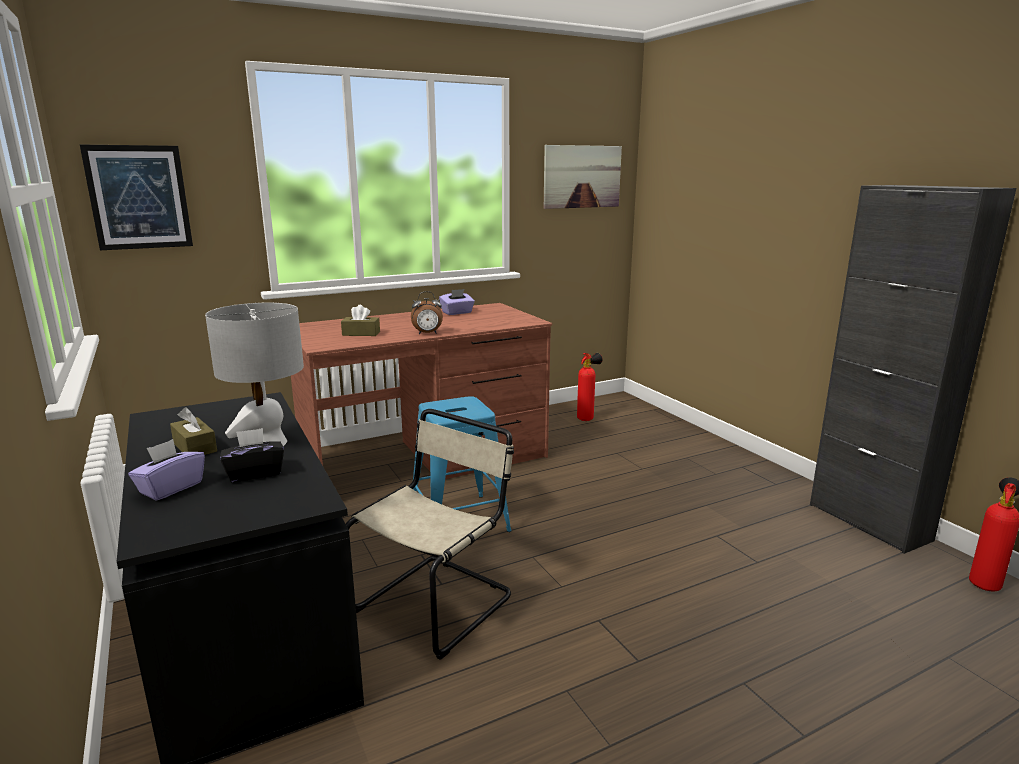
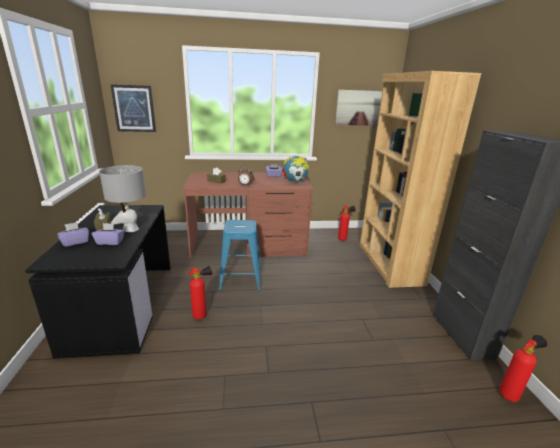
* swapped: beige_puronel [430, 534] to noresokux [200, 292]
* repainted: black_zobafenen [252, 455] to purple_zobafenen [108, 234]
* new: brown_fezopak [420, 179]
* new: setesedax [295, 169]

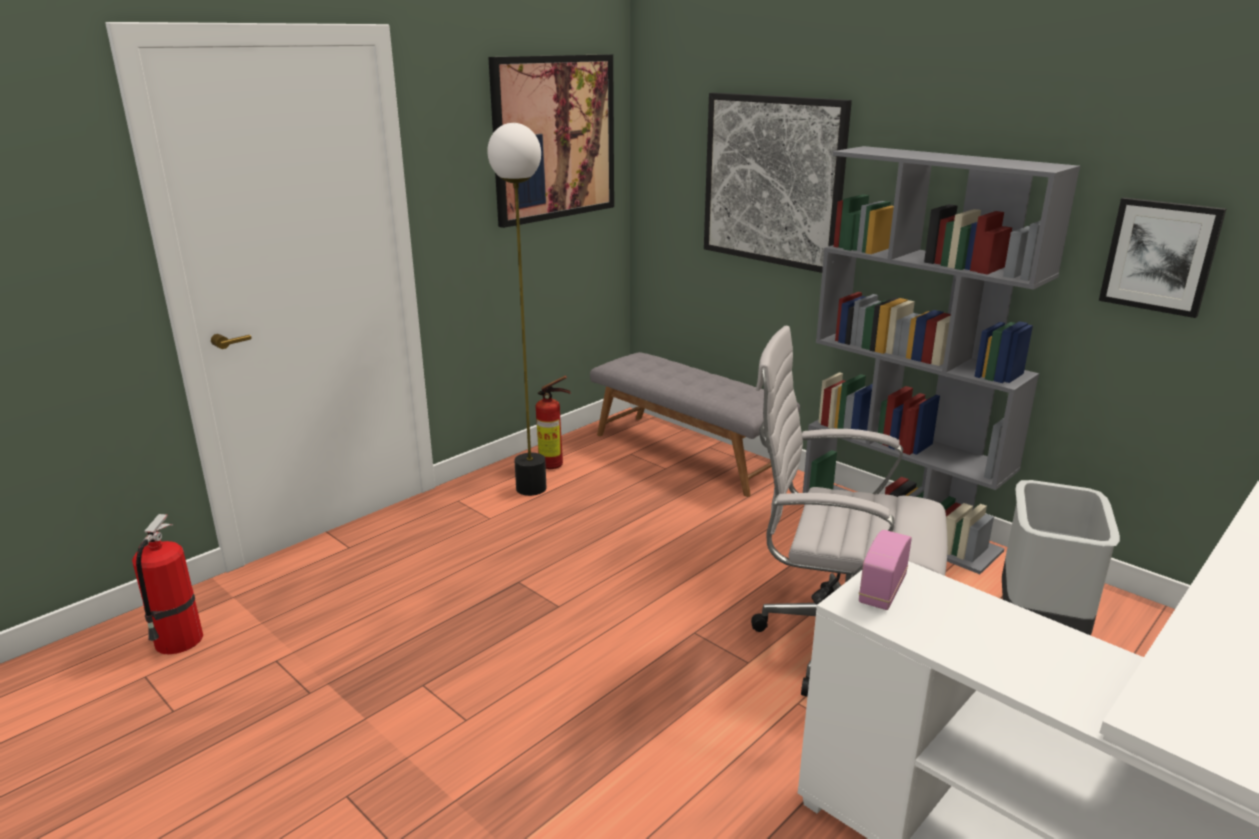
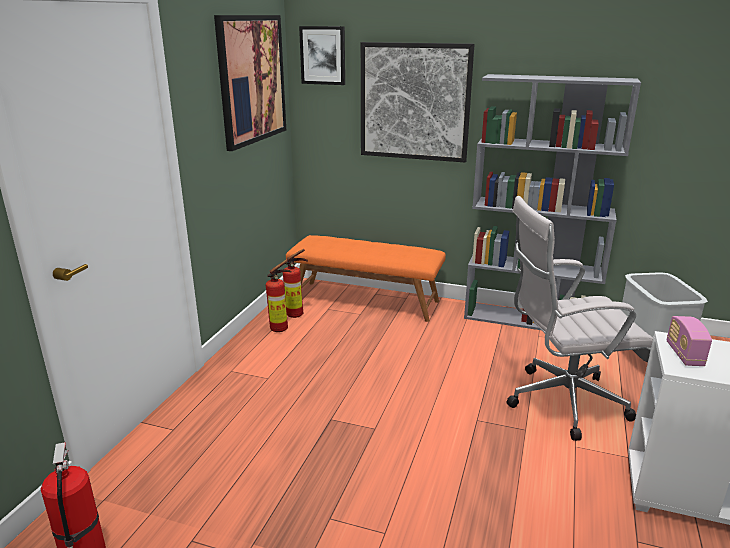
* gone: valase [517, 309]
* shifted: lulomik [1162, 257] to [322, 55]
* repainted: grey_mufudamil [695, 424] to orange_mufudamil [366, 278]
* new: noresokux [295, 283]

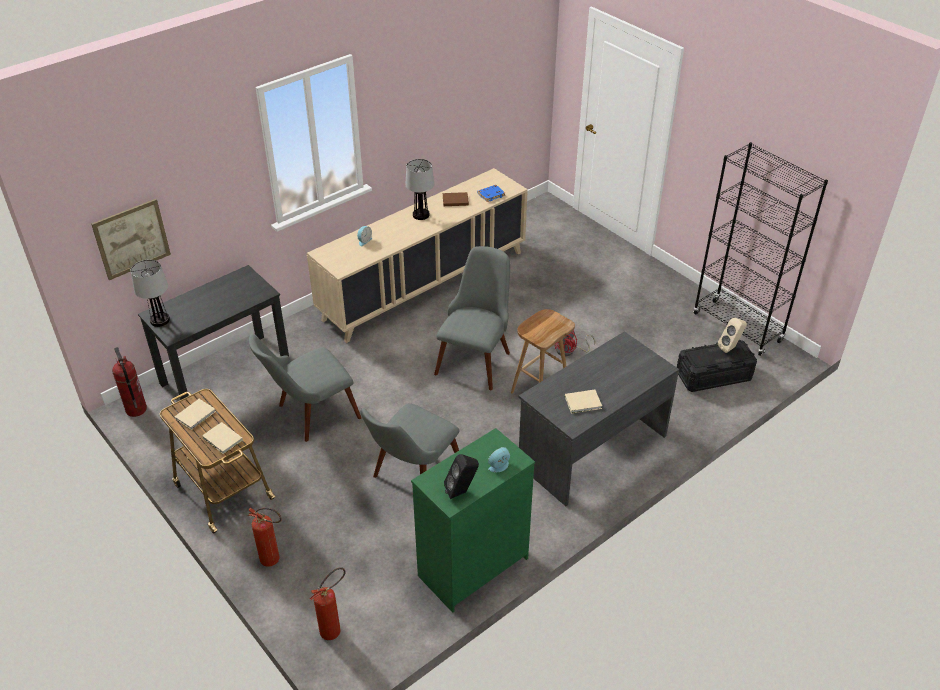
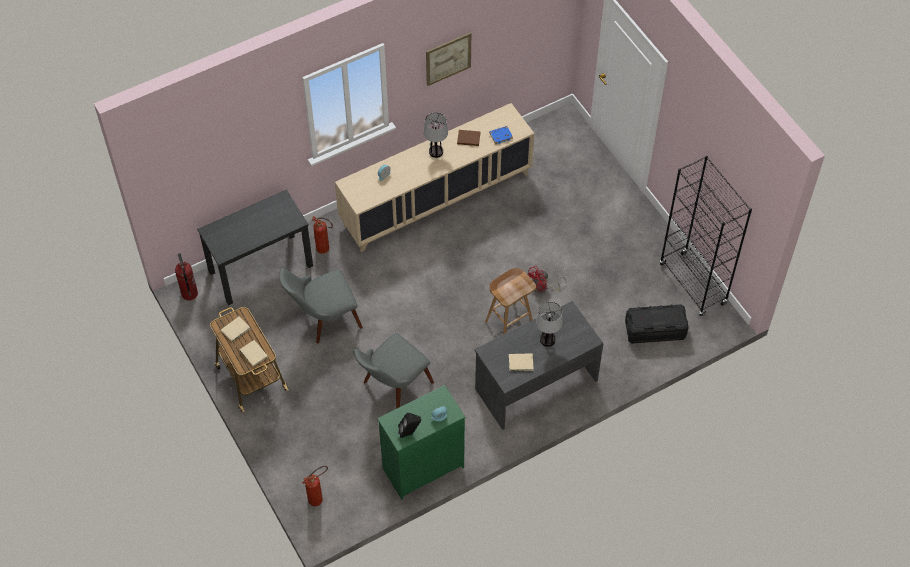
* shifted: lulomik [131, 239] to [448, 59]
* gone: grey_puronel [472, 318]
* shifted: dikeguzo [150, 293] to [549, 324]
* gone: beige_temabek [732, 335]
* shifted: noresokux [265, 537] to [322, 235]

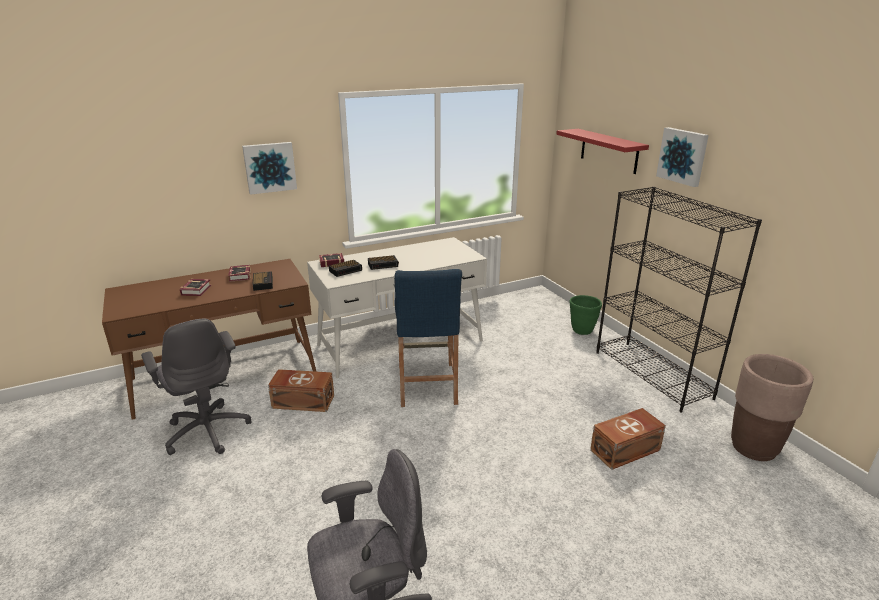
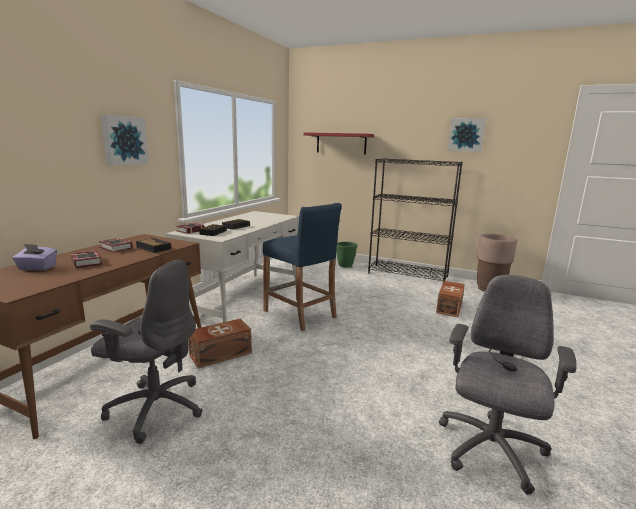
* shifted: lulomik [682, 157] to [467, 135]
* new: purple_zobafenen [34, 257]

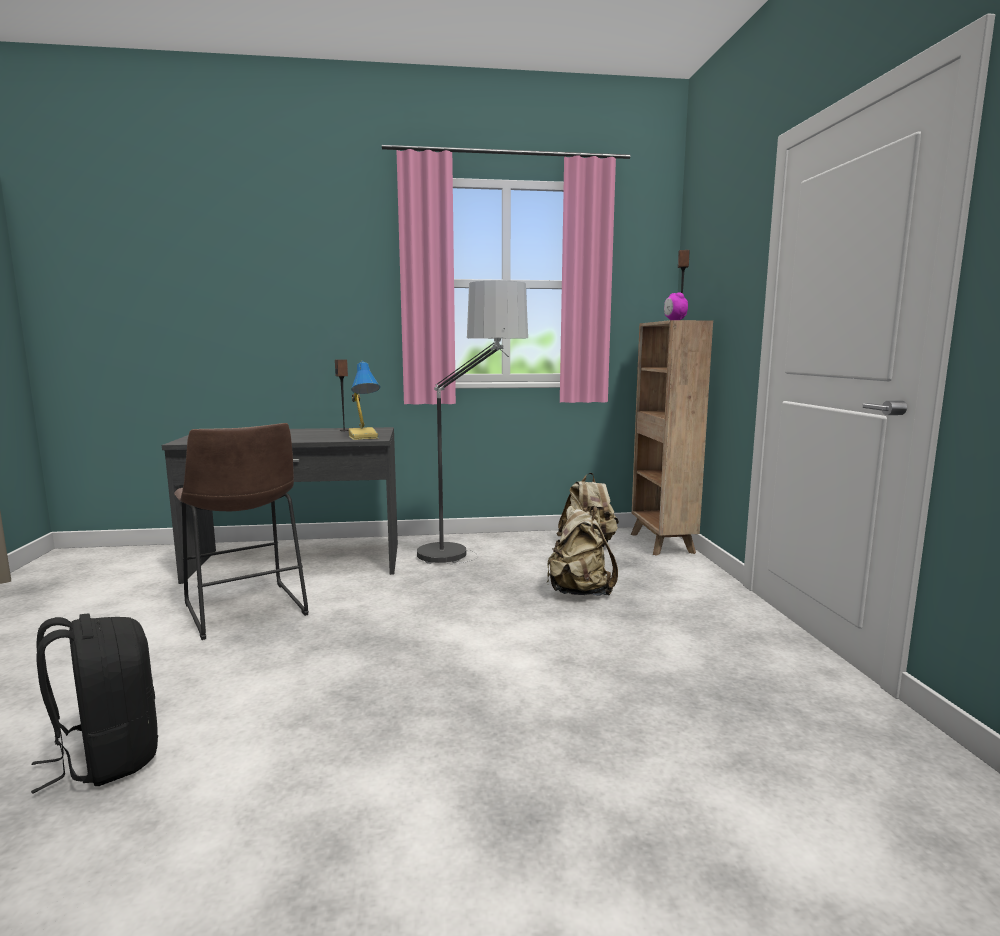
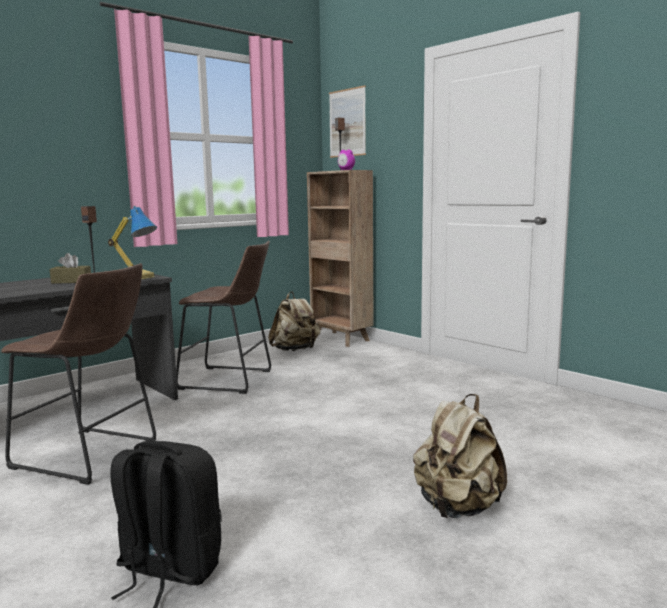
* swapped: valase [472, 422] to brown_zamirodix [223, 317]
* shifted: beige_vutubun [582, 551] to [460, 456]
* new: lulomik [347, 121]
* new: brown_zobafenen [70, 268]

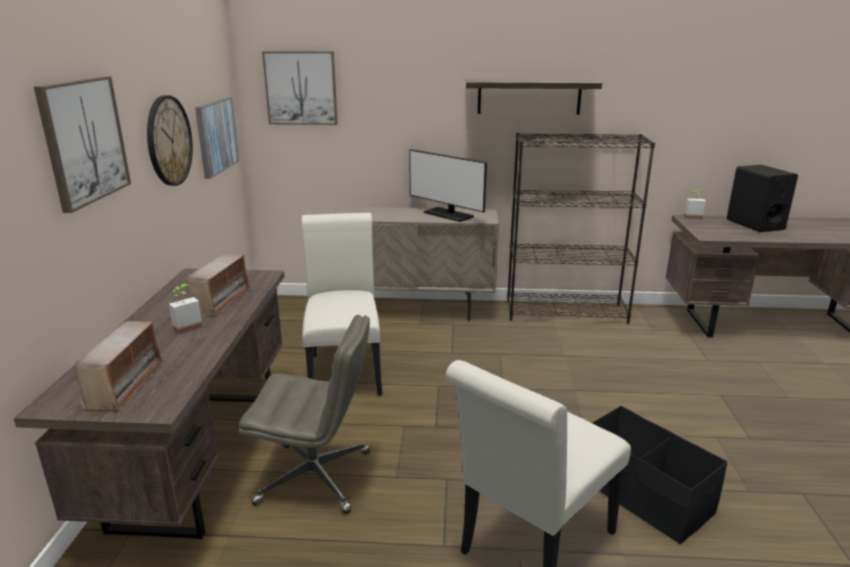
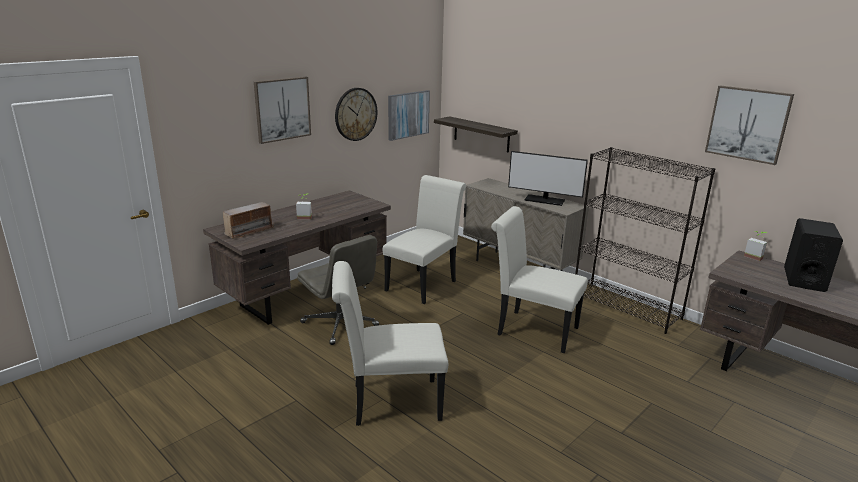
* shifted: lulomik [300, 88] to [749, 125]
* shifted: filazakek [534, 97] to [476, 134]
* rotated: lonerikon [448, 185] = [548, 178] 60 degrees counterclockwise
* gone: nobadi [219, 284]
* gone: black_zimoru [660, 475]
* new: white_puronel [539, 279]

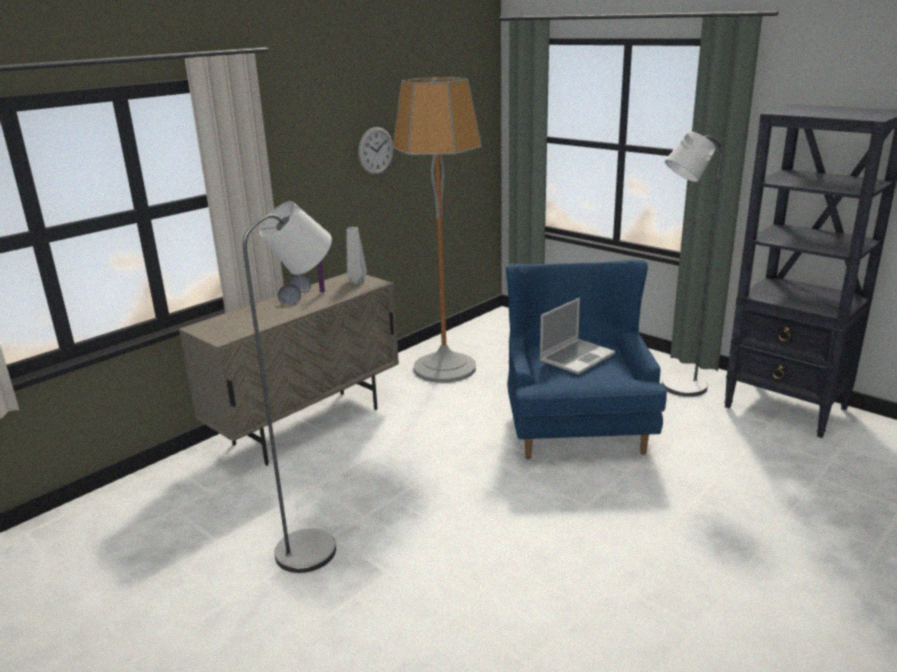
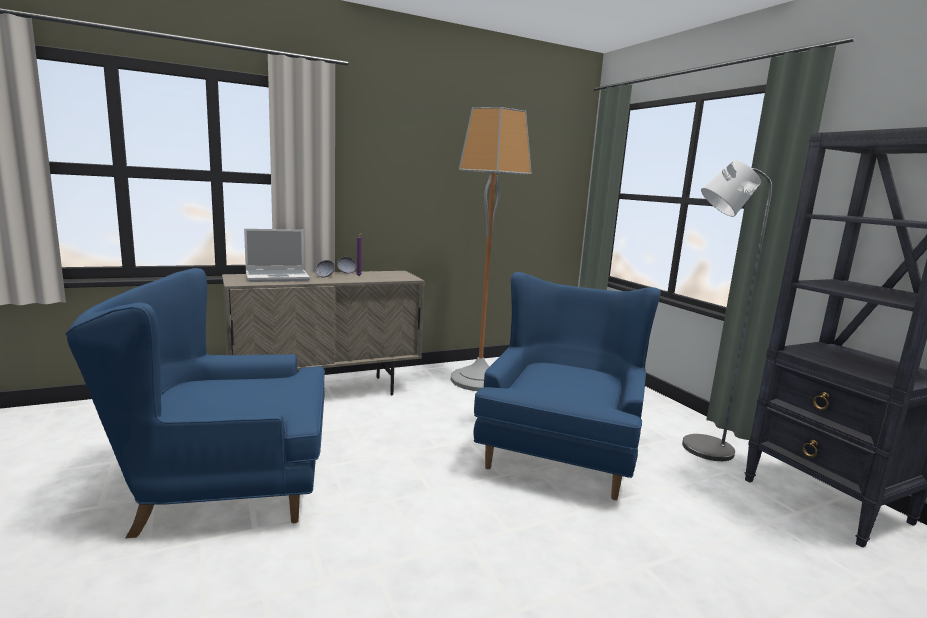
* gone: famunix [375, 151]
* swapped: grey_valase [289, 387] to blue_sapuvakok [195, 403]
* gone: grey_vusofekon [357, 255]
* shifted: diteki [577, 336] to [277, 255]

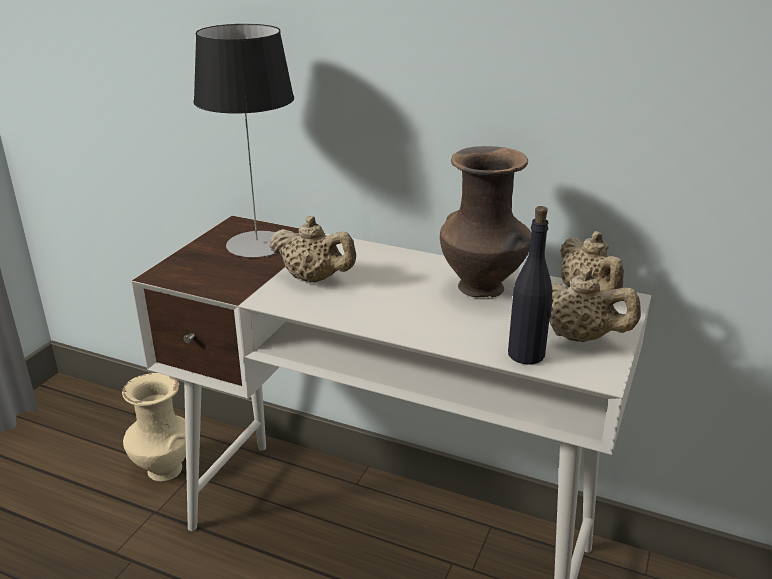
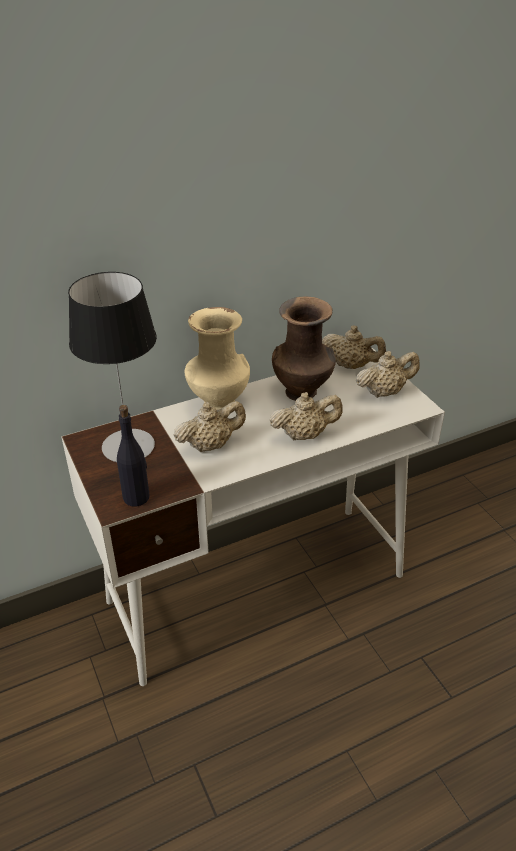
* shifted: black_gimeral [530, 285] to [133, 455]
* shifted: beige_vusofekon [154, 427] to [217, 358]
* new: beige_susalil [306, 416]

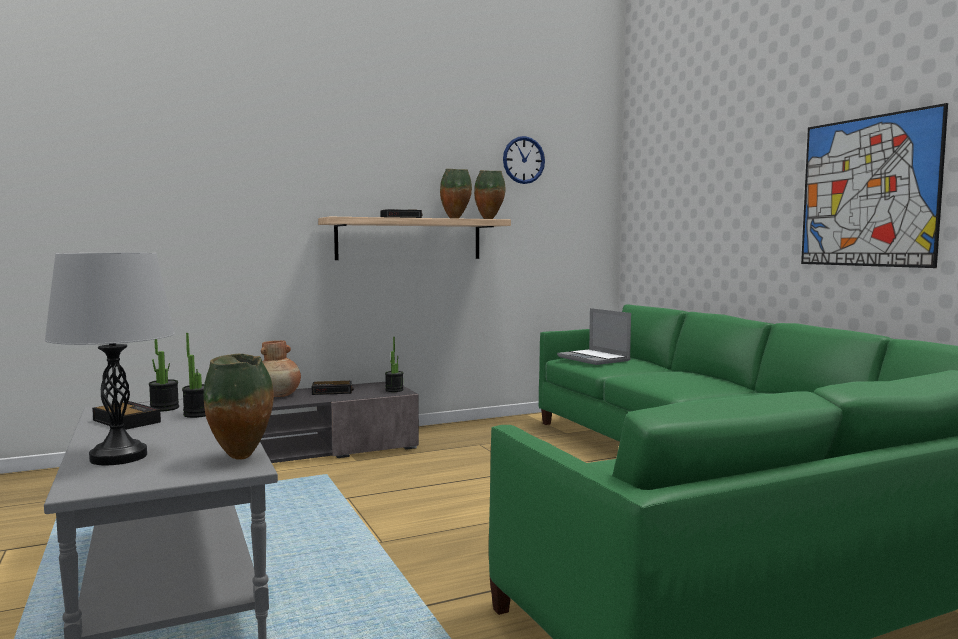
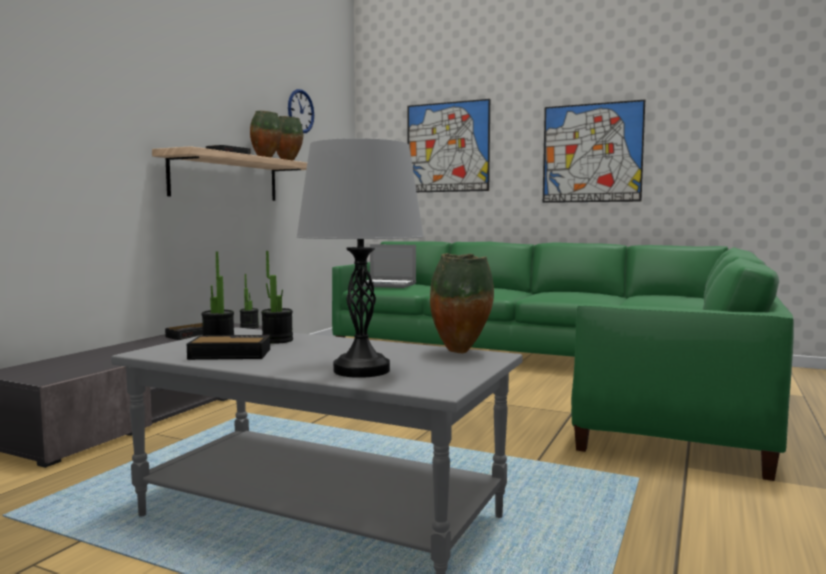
* gone: brown_vusofekon [281, 368]
* new: lulomik [449, 145]

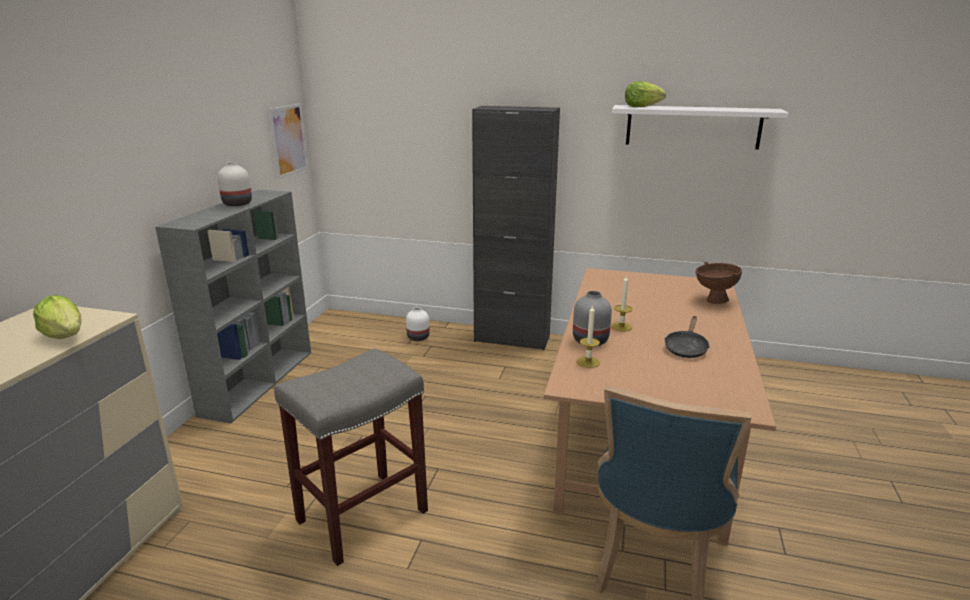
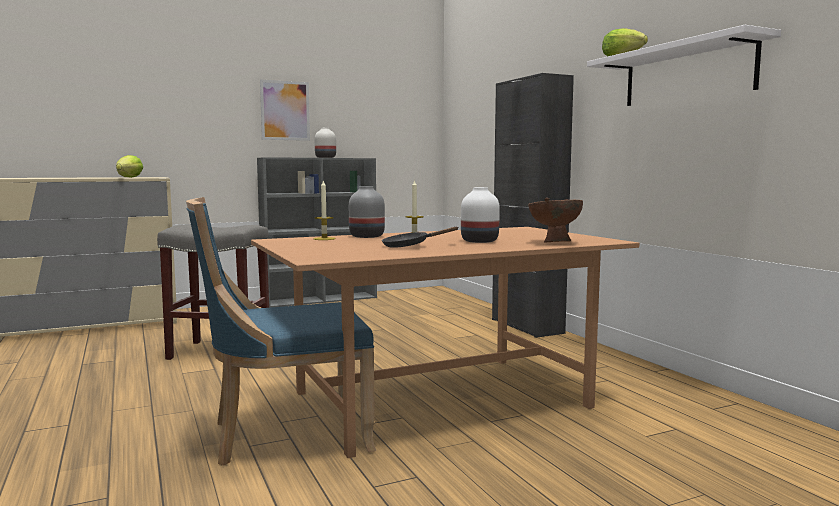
* shifted: lulomik [288, 141] to [285, 110]
* shifted: white_vusofekon [418, 324] to [480, 215]

